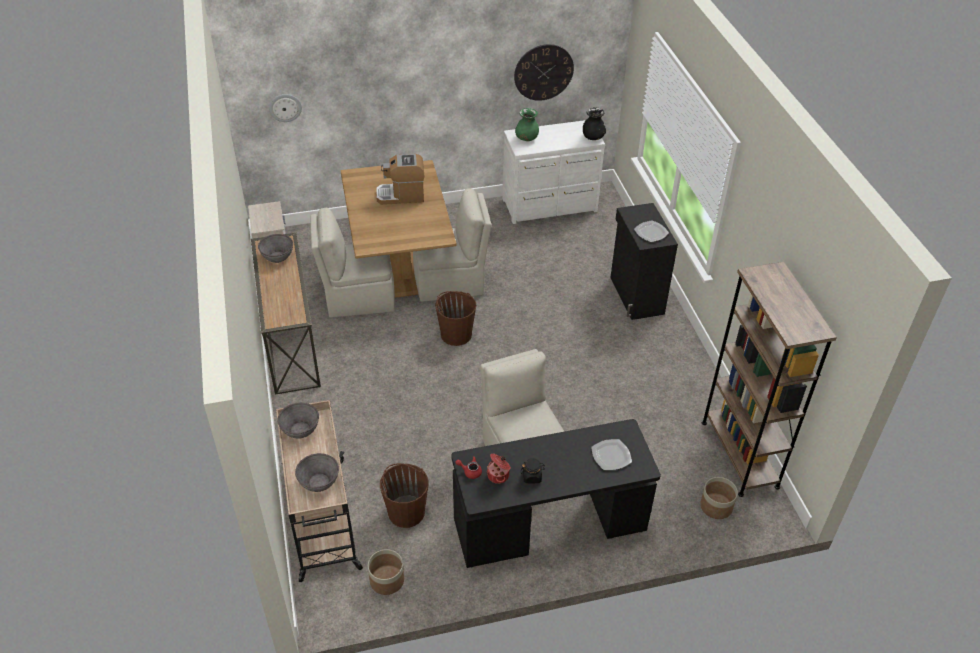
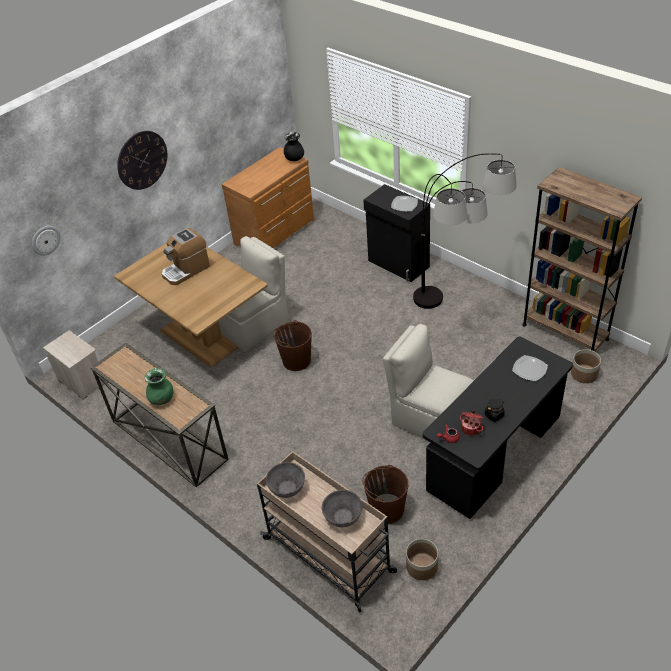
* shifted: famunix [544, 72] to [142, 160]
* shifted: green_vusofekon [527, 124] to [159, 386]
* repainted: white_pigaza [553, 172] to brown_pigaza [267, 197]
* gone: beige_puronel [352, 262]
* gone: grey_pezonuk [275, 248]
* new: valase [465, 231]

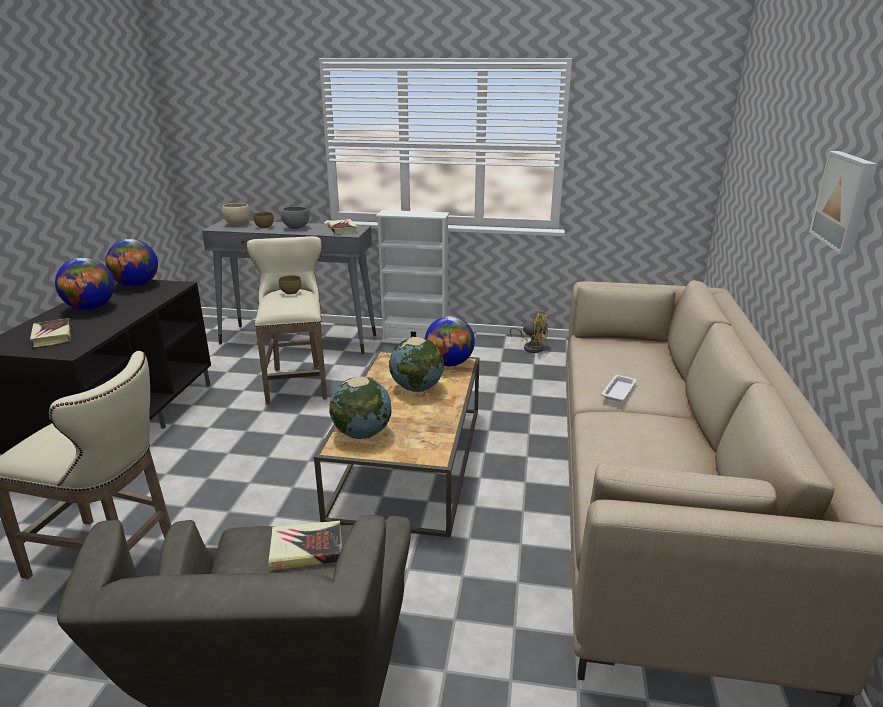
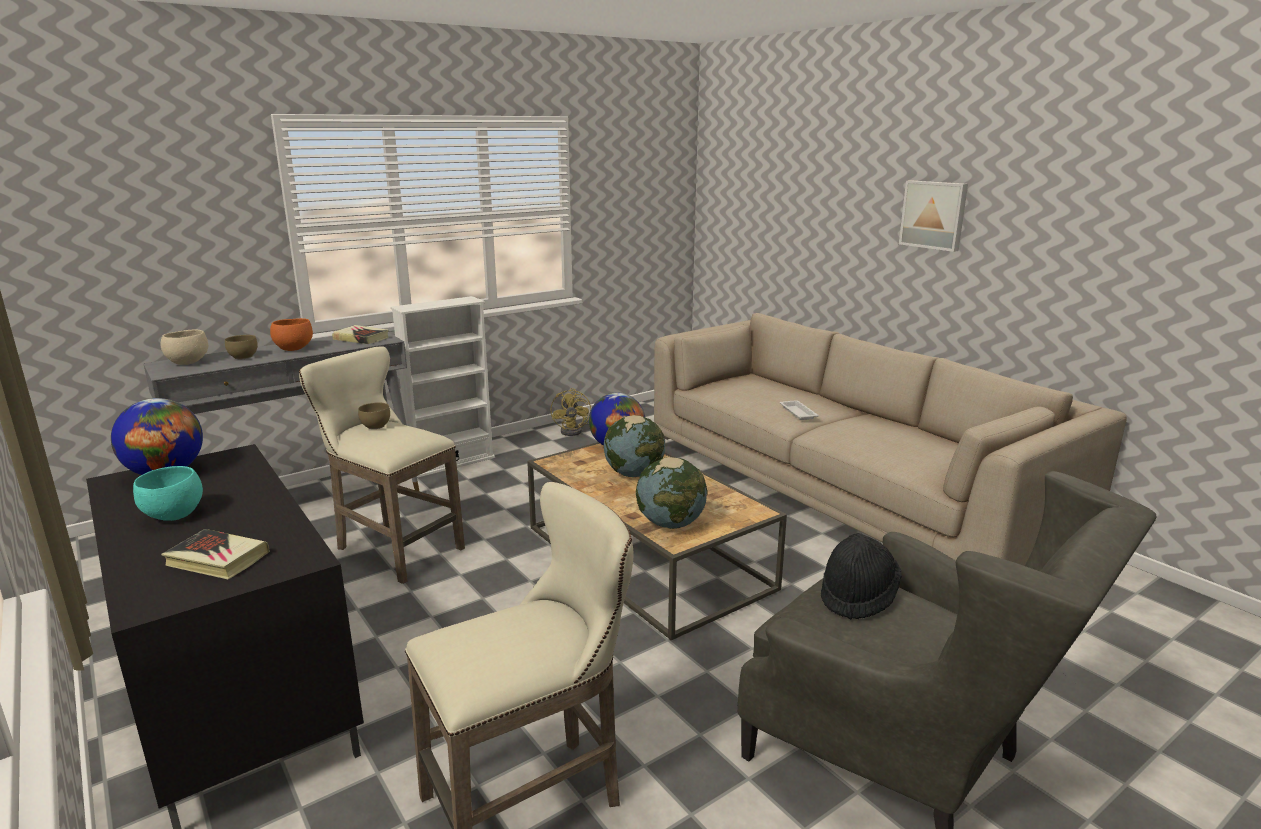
* repainted: grey_pezonuk [295, 217] to orange_pezonuk [291, 334]
* swapped: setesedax [85, 284] to turquoise_pezonuk [168, 493]
* rotated: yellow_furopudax [529, 331] = [571, 412] 105 degrees clockwise
* swapped: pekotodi [305, 546] to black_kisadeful [861, 576]

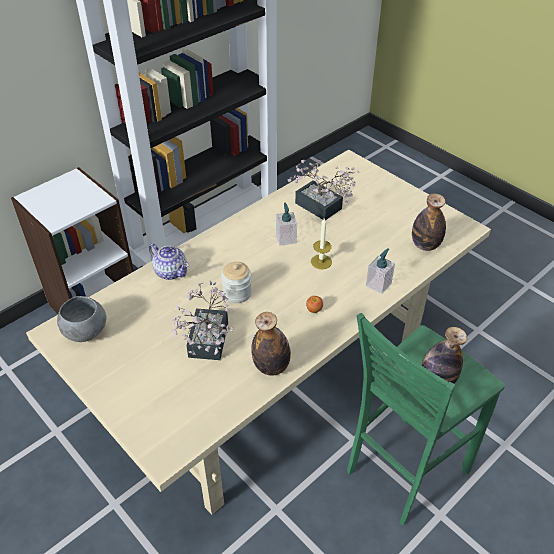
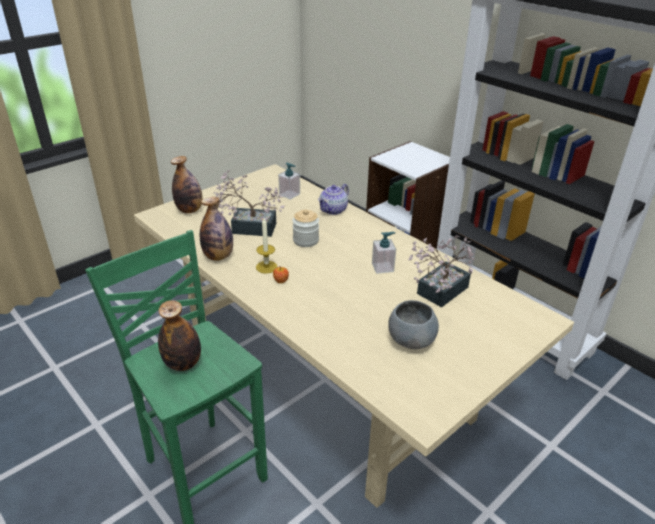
* shifted: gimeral [429, 222] to [187, 184]
* shifted: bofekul [321, 243] to [266, 246]
* shifted: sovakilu [380, 271] to [289, 181]
* shifted: grey_pezonuk [81, 319] to [413, 324]

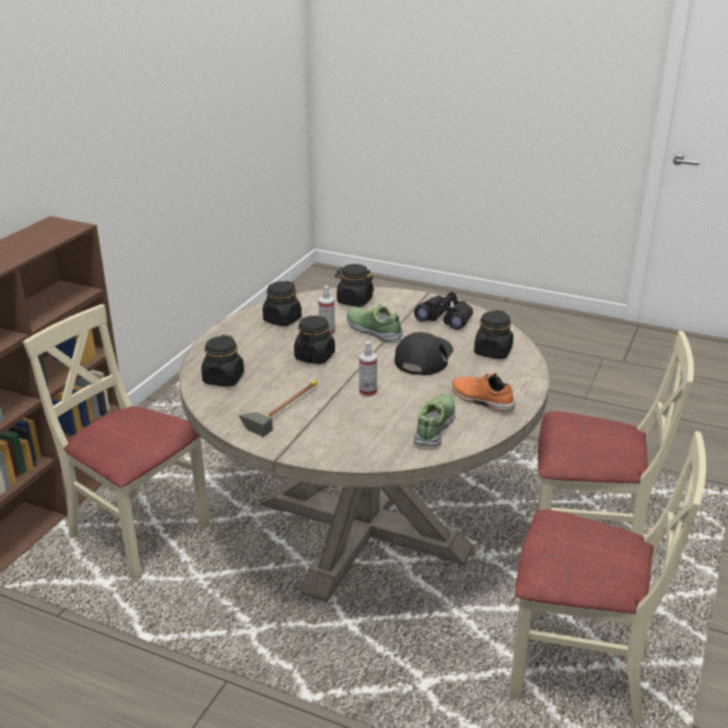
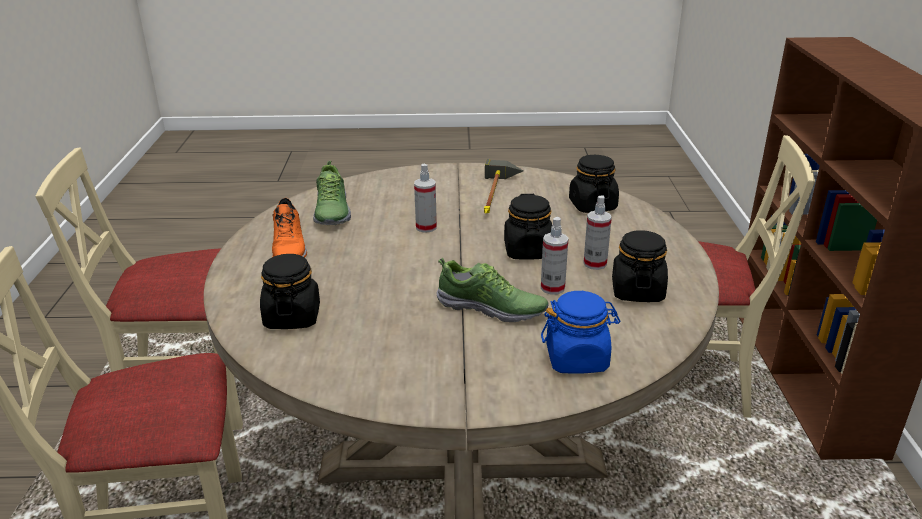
* repainted: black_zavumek [354, 285] to blue_zavumek [580, 332]
* gone: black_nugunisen [443, 311]
* gone: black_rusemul [424, 354]
* rotated: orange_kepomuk [483, 392] = [289, 228] 60 degrees clockwise
* new: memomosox [597, 232]

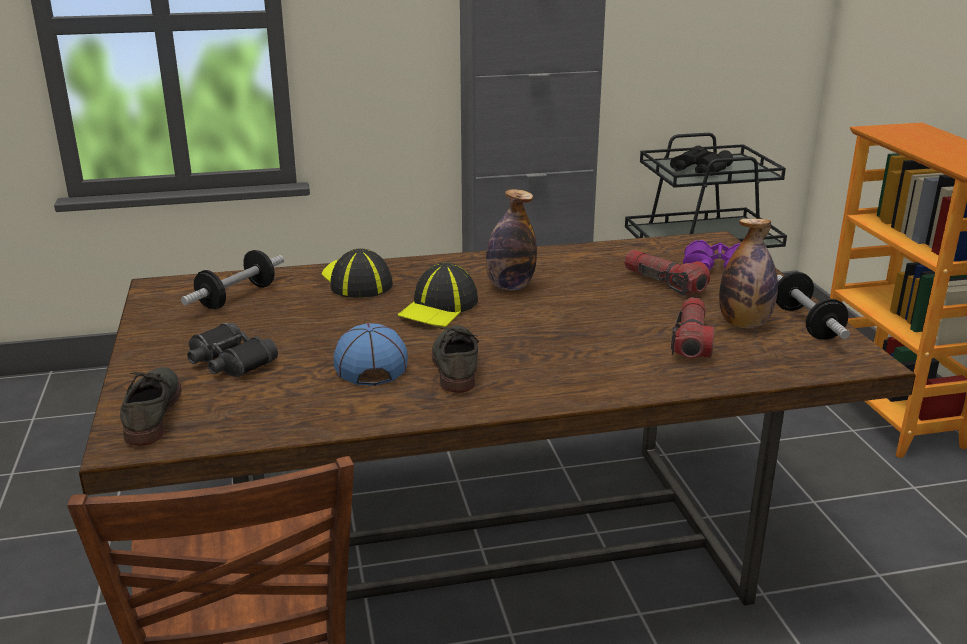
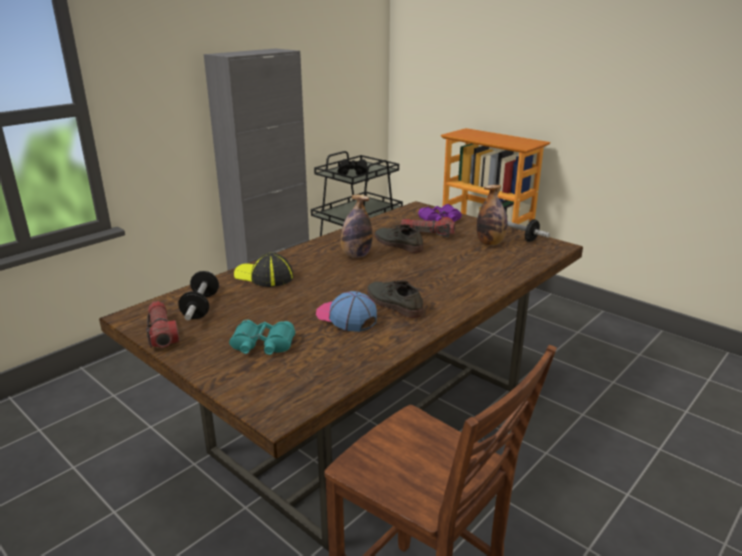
* gone: rusemul [437, 294]
* shifted: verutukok [692, 327] to [162, 324]
* repainted: black_nugunisen [232, 350] to turquoise_nugunisen [262, 337]
* shifted: grey_kepomuk [150, 406] to [399, 238]

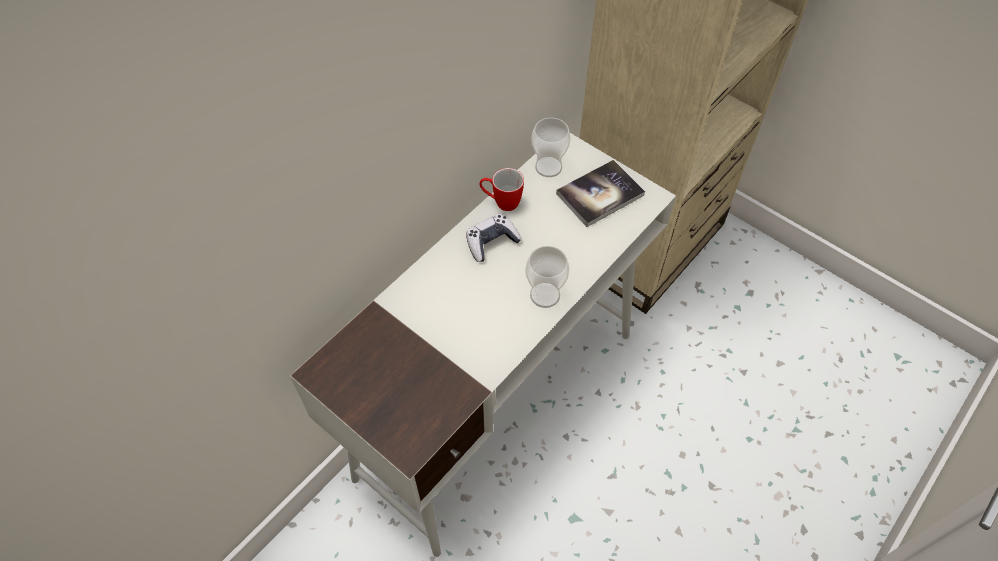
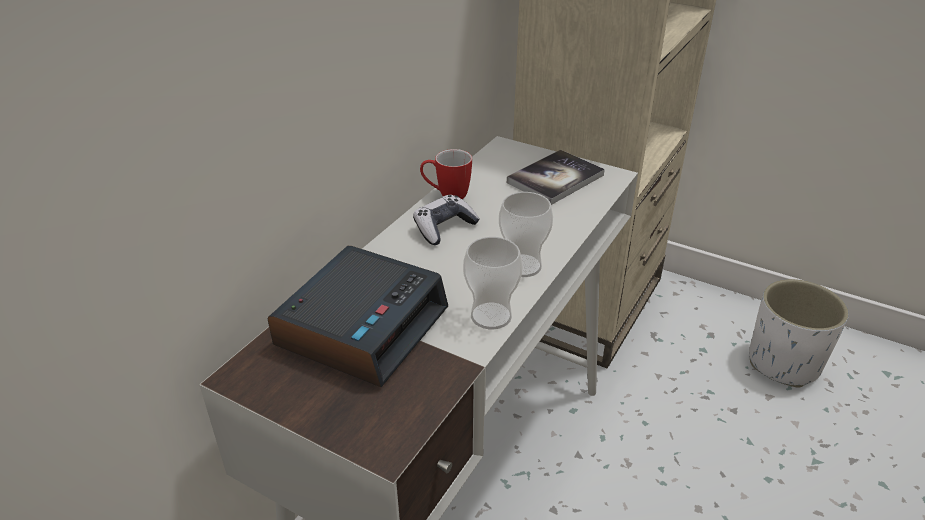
* shifted: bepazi [551, 147] to [493, 283]
* new: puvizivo [357, 316]
* new: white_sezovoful [799, 333]

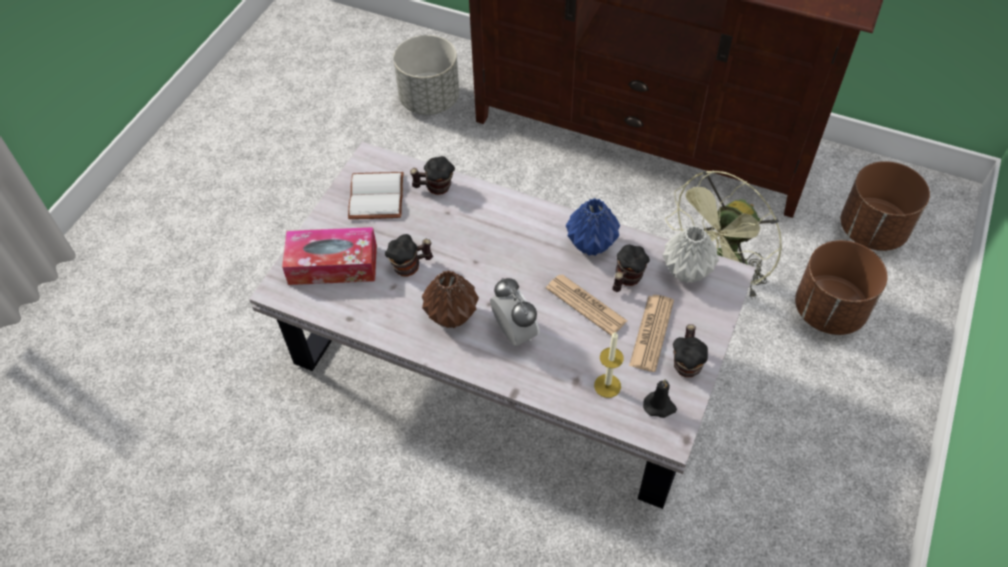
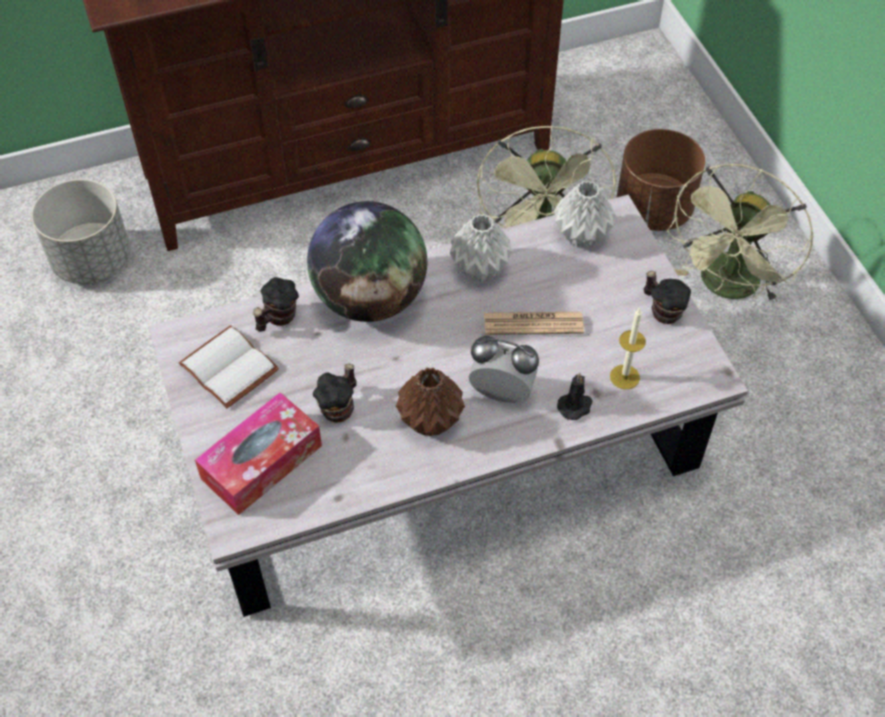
* gone: brown_sezovoful [885, 206]
* repainted: blue_vusofekon [593, 227] to grey_vusofekon [481, 248]
* gone: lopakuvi [631, 268]
* gone: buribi [651, 333]
* shifted: black_bofekul [660, 398] to [575, 396]
* new: green_furopudax [740, 233]
* new: setesedax [367, 261]

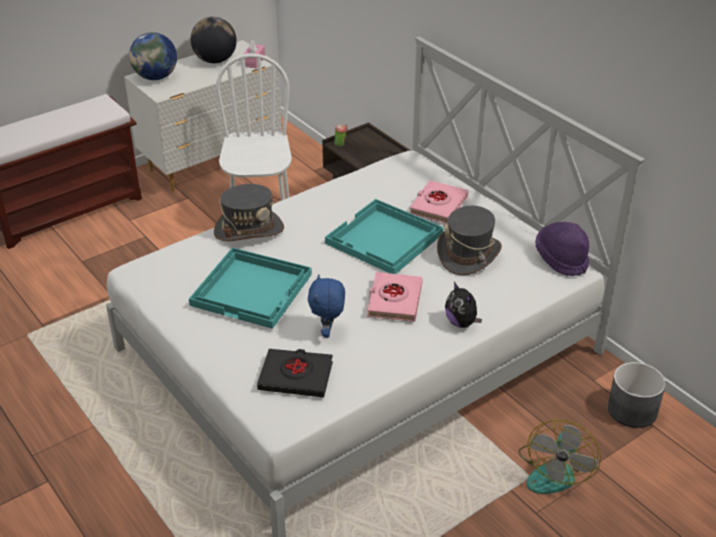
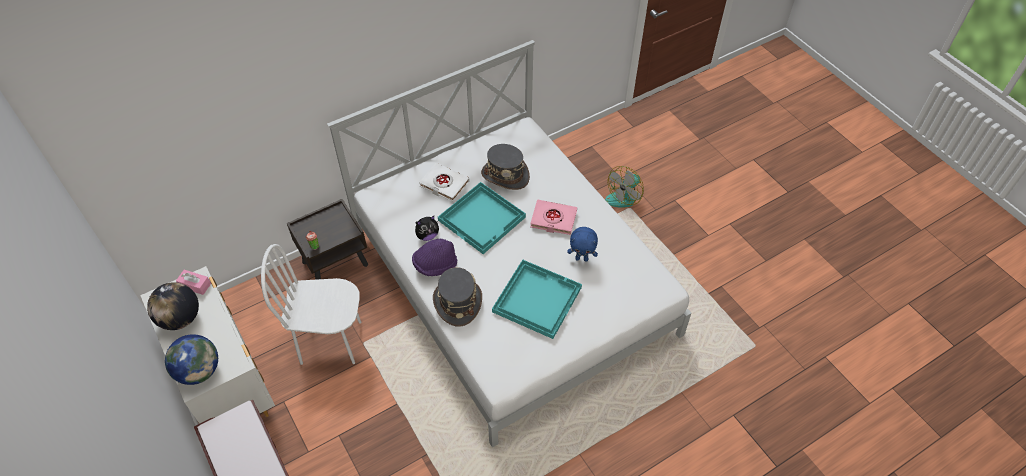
* repainted: pink_pekotodi [438, 202] to white_pekotodi [444, 182]
* shifted: purple_kisadeful [562, 249] to [434, 257]
* shifted: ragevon [463, 305] to [427, 228]
* gone: black_pekotodi [295, 373]
* gone: grey_sezovoful [637, 395]
* rotated: furopudax [559, 457] = [624, 187] 105 degrees clockwise

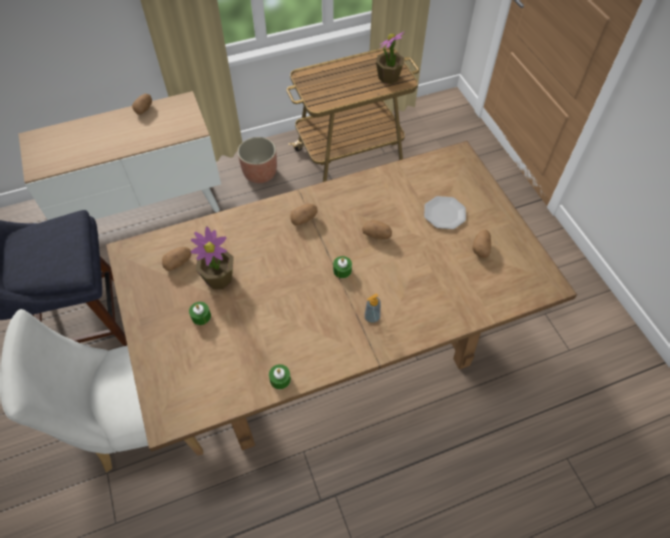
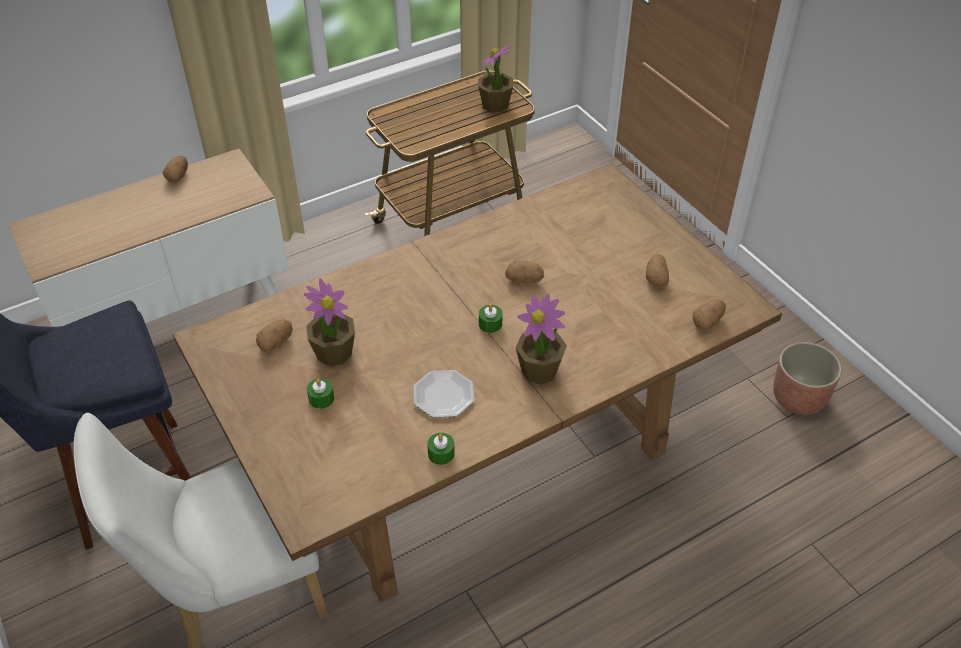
* shifted: sezovoful [257, 160] to [807, 378]
* shifted: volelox [445, 212] to [444, 394]
* shifted: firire [303, 214] to [709, 314]
* swapped: sovakilu [372, 308] to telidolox [541, 339]

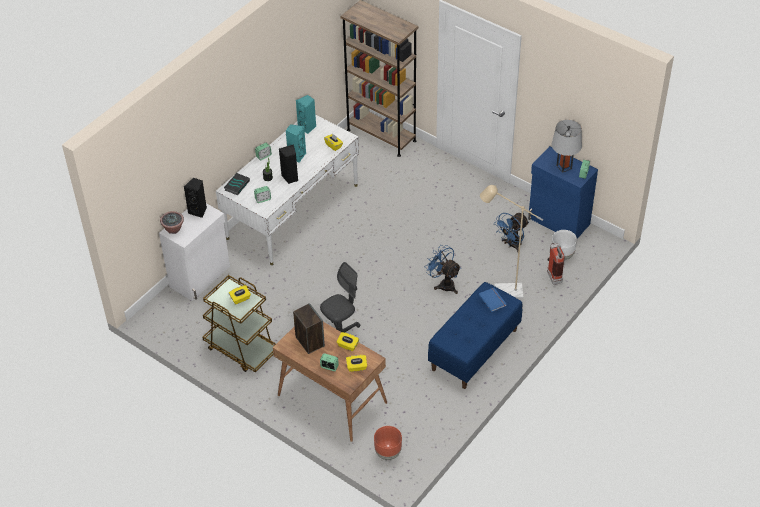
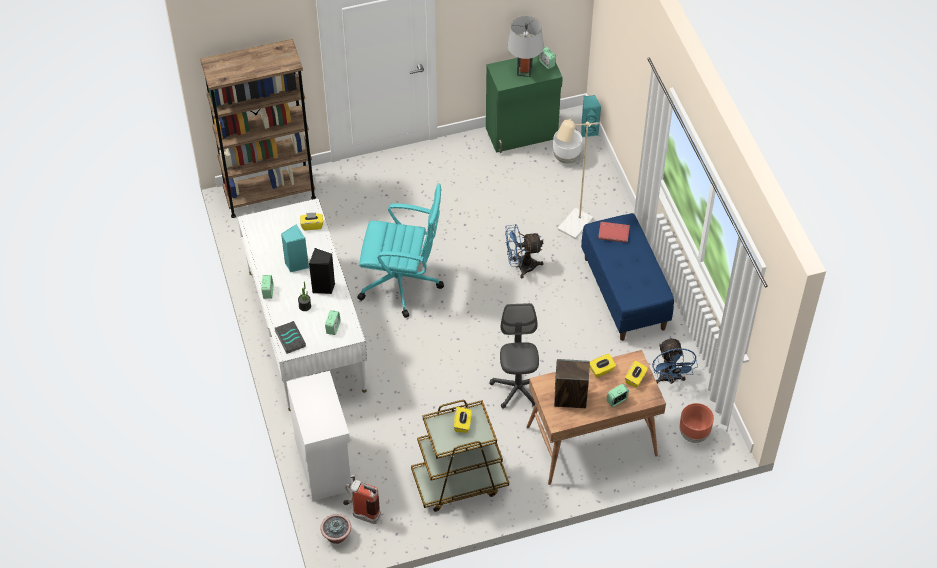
* shifted: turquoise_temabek [306, 114] to [591, 116]
* repainted: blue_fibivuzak [563, 192] to green_fibivuzak [524, 104]
* gone: black_temabek [195, 198]
* shifted: telidolox [172, 222] to [336, 529]
* shifted: blue_furopudax [511, 232] to [675, 360]
* shifted: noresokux [556, 264] to [362, 502]
* repainted: blue_pekotodi [492, 300] to red_pekotodi [614, 232]
* new: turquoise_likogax [400, 251]

